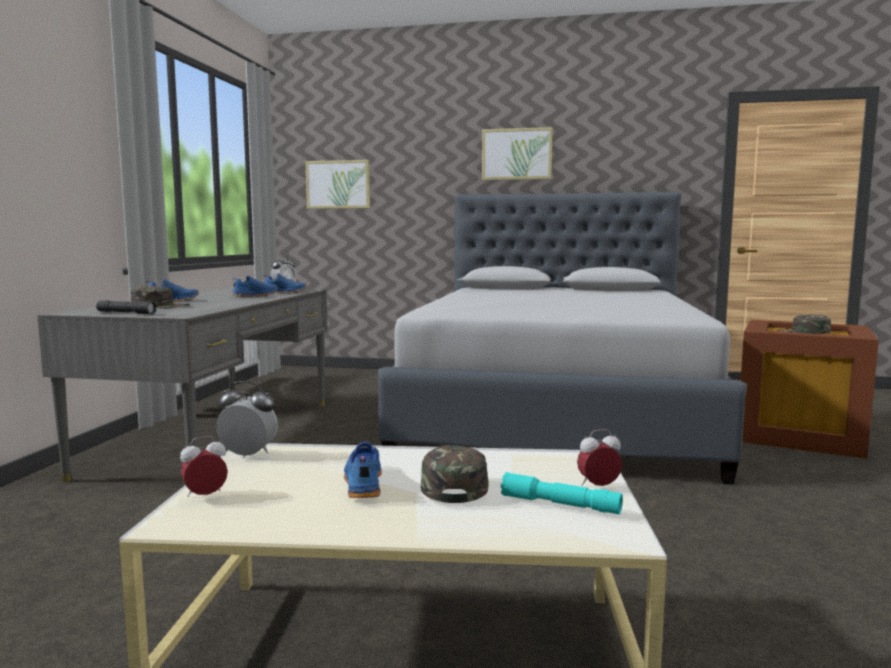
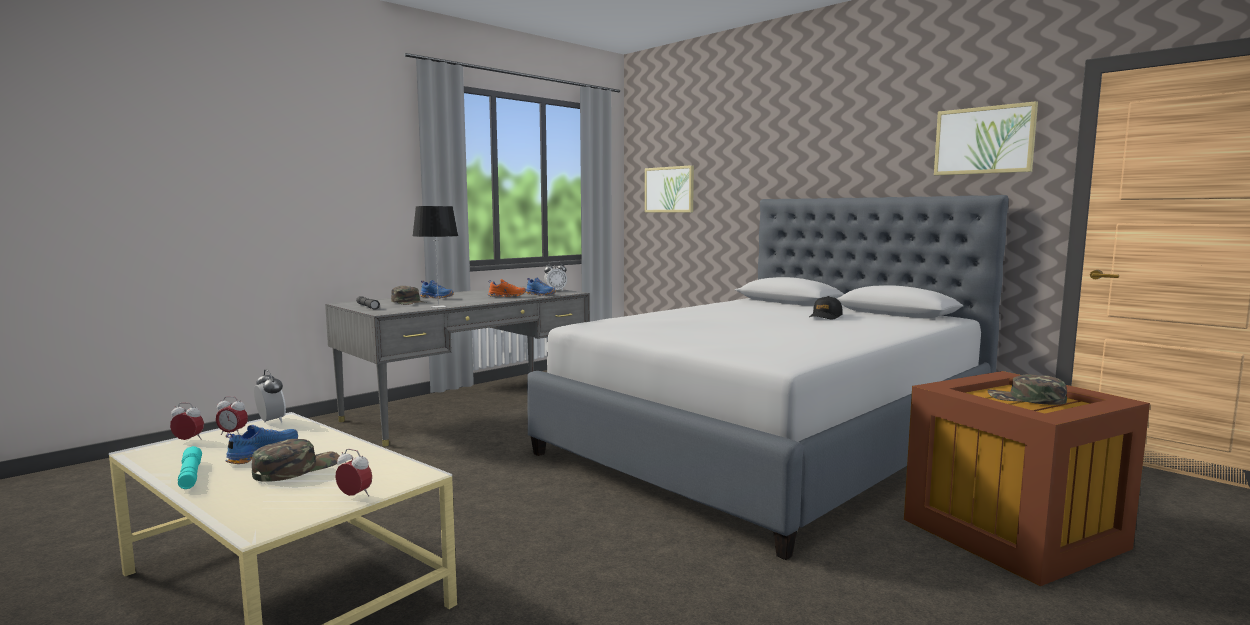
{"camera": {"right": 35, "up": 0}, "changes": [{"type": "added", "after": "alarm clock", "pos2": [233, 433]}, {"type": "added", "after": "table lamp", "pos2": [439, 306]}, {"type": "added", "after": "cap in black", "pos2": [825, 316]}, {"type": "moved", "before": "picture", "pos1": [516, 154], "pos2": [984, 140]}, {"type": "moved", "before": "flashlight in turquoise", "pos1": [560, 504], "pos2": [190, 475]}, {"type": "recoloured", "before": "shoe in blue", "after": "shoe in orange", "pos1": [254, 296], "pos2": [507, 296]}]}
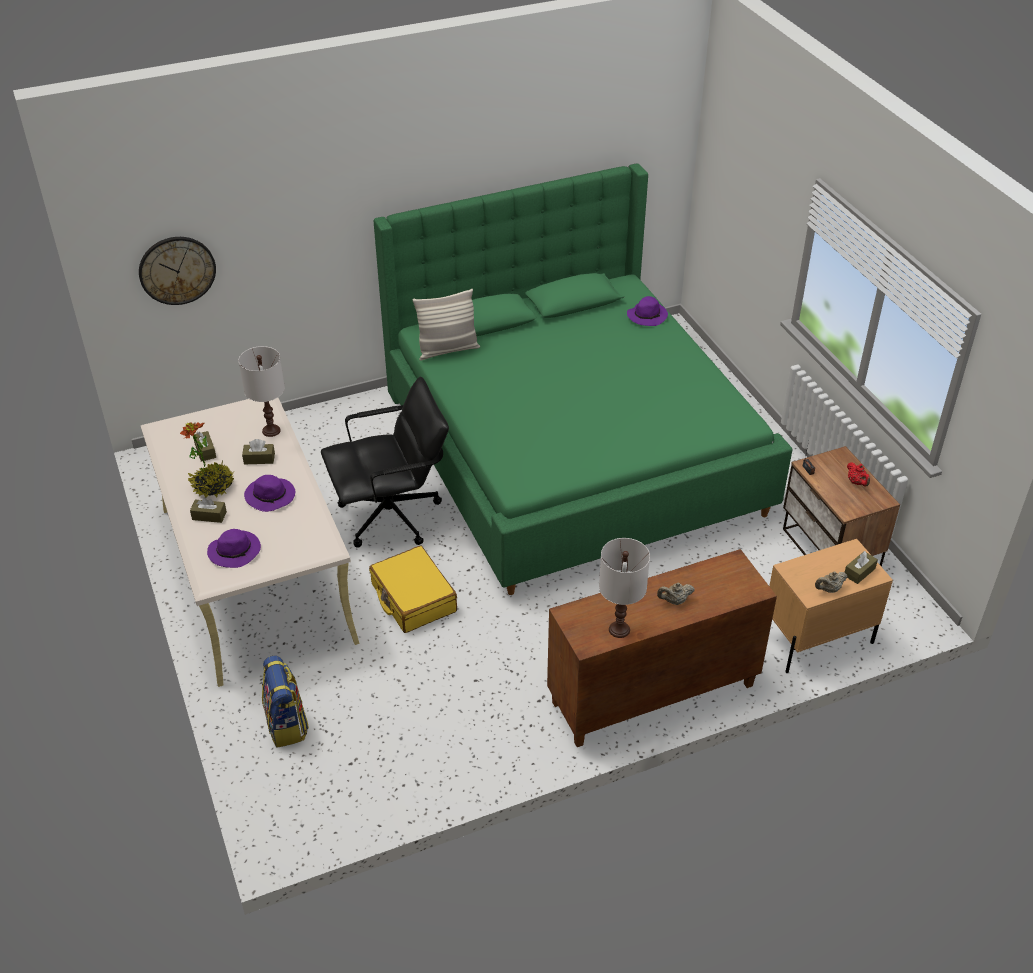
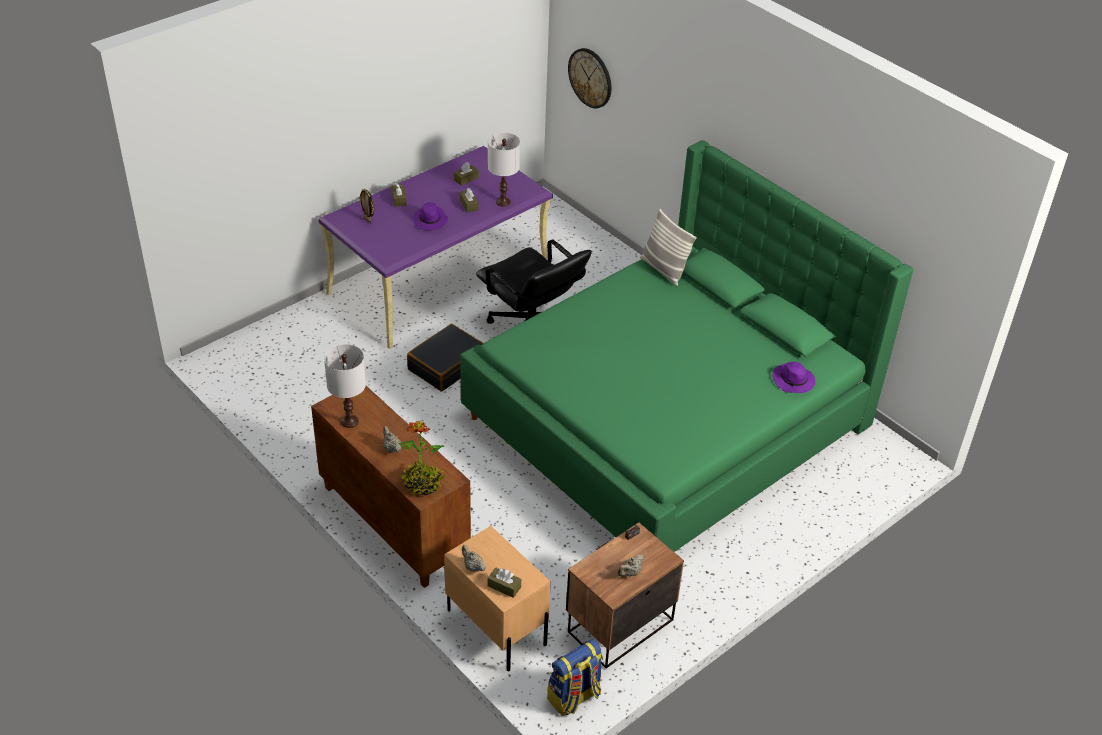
{"camera": {"right": 70, "up": 0}, "changes": [{"type": "moved", "before": "potted plant", "pos1": [213, 486], "pos2": [422, 484]}, {"type": "moved", "before": "backpack", "pos1": [287, 724], "pos2": [574, 697]}, {"type": "replaced", "before": "hat in purple", "after": "picture frame", "pos1": [235, 551], "pos2": [368, 220]}, {"type": "recoloured", "before": "desk in beige", "after": "desk in purple", "pos1": [255, 573], "pos2": [440, 279]}, {"type": "recoloured", "before": "suitcase in yellow", "after": "suitcase in black", "pos1": [413, 598], "pos2": [446, 365]}, {"type": "recoloured", "before": "teapot in red", "after": "teapot in beige", "pos1": [856, 482], "pos2": [630, 573]}]}
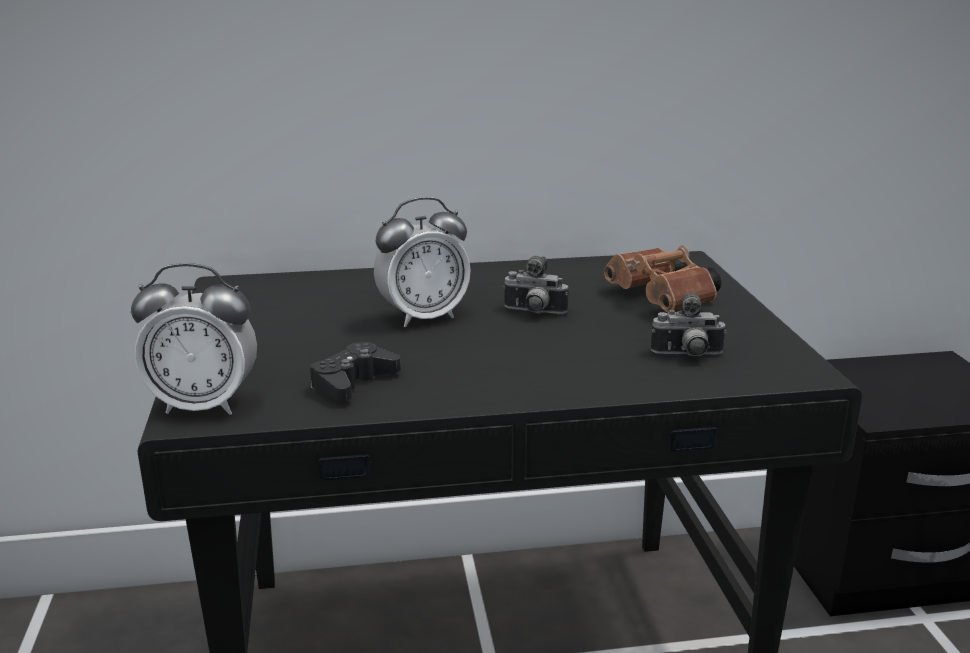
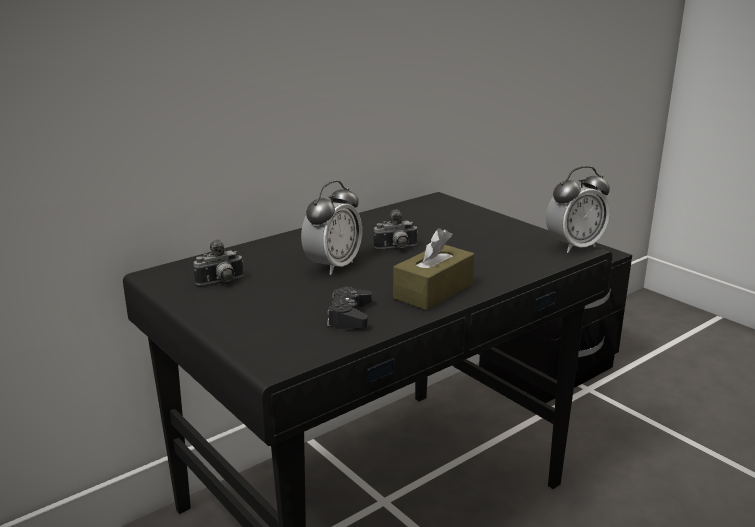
{"camera": {"right": -30, "up": 0}, "changes": [{"type": "removed", "before": "binoculars in brown", "pos1": [664, 301]}, {"type": "added", "after": "tissue box in brown", "pos2": [433, 291]}, {"type": "moved", "before": "alarm clock", "pos1": [204, 405], "pos2": [574, 246]}, {"type": "moved", "before": "photo camera", "pos1": [687, 356], "pos2": [221, 282]}]}
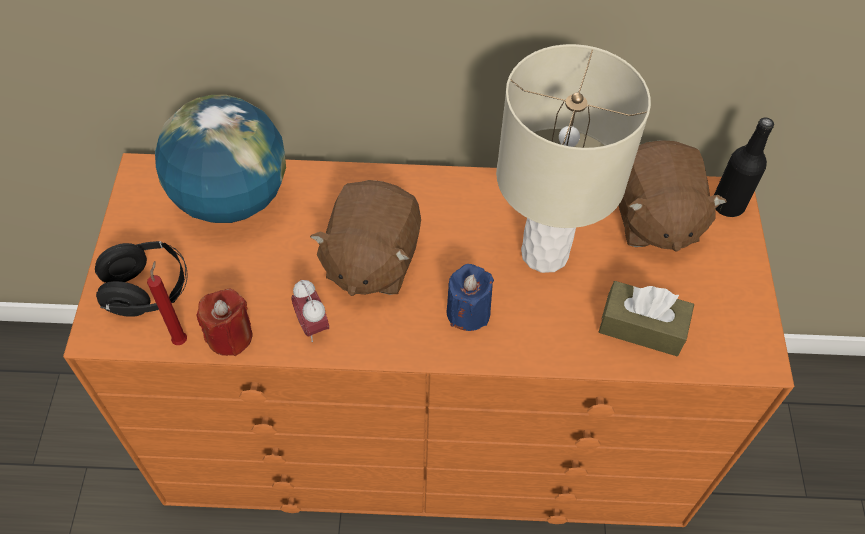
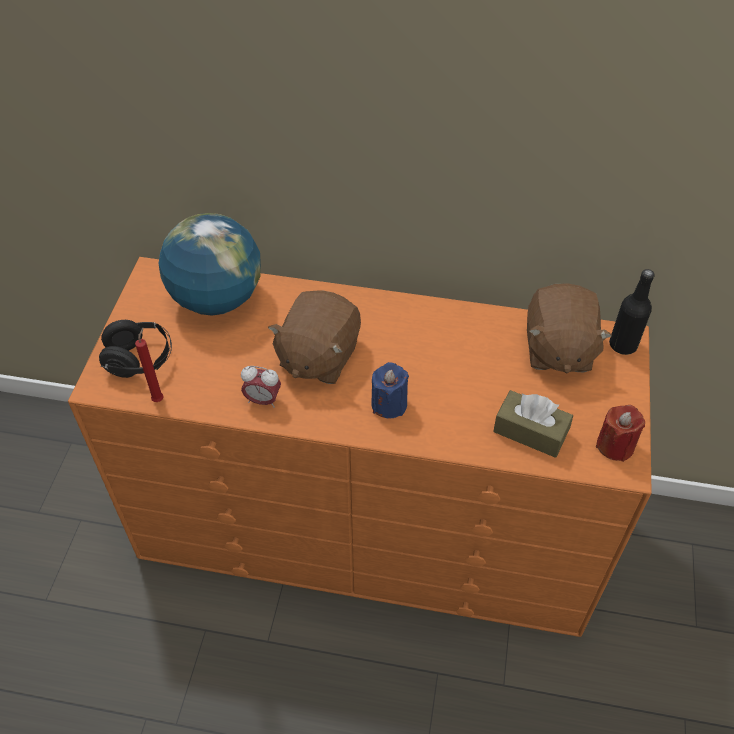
{"camera": {"right": 10, "up": -5}, "changes": [{"type": "removed", "before": "table lamp in beige", "pos1": [544, 252]}, {"type": "moved", "before": "candle in red", "pos1": [230, 336], "pos2": [615, 445]}, {"type": "turned", "before": "alarm clock", "pos1": [312, 326], "pos2": [263, 400], "turn": -60}]}
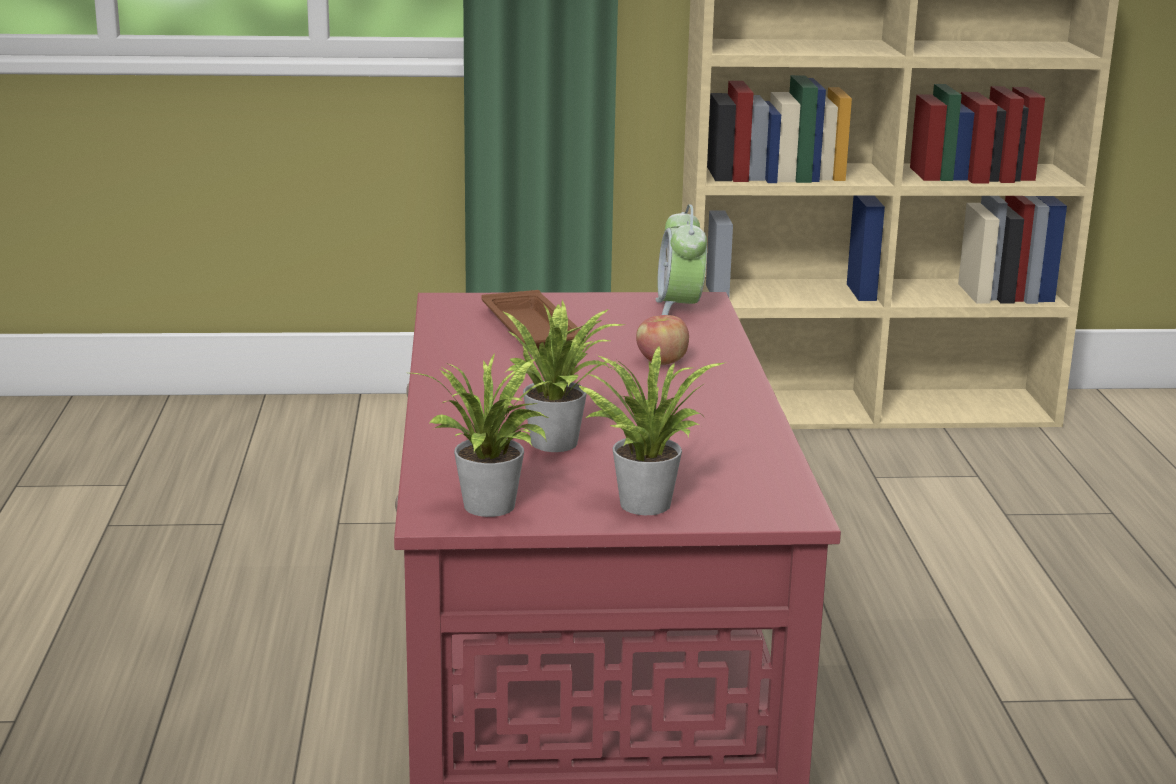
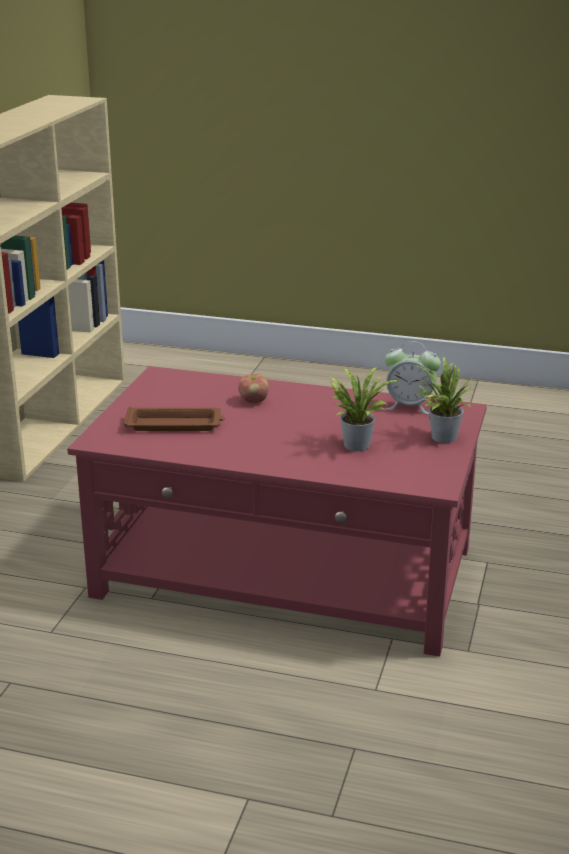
{"camera": {"right": -70, "up": 5}, "changes": [{"type": "removed", "before": "potted plant", "pos1": [490, 509]}, {"type": "moved", "before": "alarm clock", "pos1": [680, 309], "pos2": [410, 406]}]}
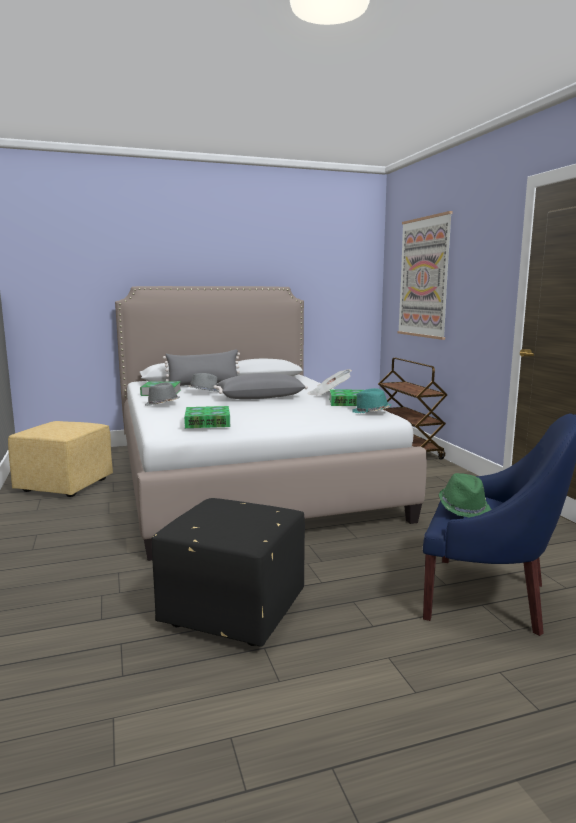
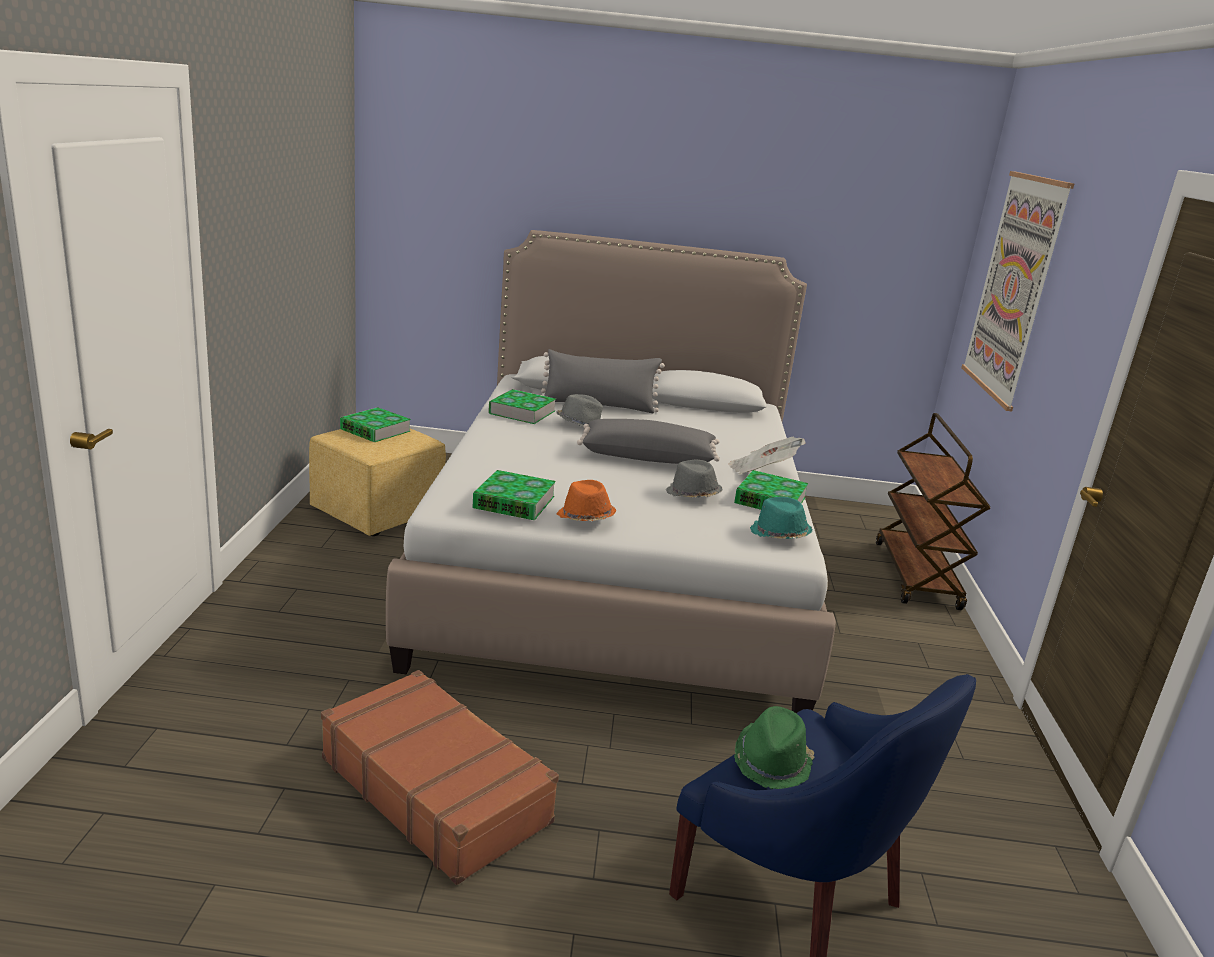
{"camera": {"right": 20, "up": 10}, "changes": [{"type": "added", "after": "book", "pos2": [375, 430]}, {"type": "added", "after": "hat in orange", "pos2": [585, 518]}, {"type": "moved", "before": "hat in grey", "pos1": [162, 405], "pos2": [692, 495]}, {"type": "replaced", "before": "ottoman in black", "after": "suitcase in brown", "pos1": [232, 612], "pos2": [436, 789]}]}
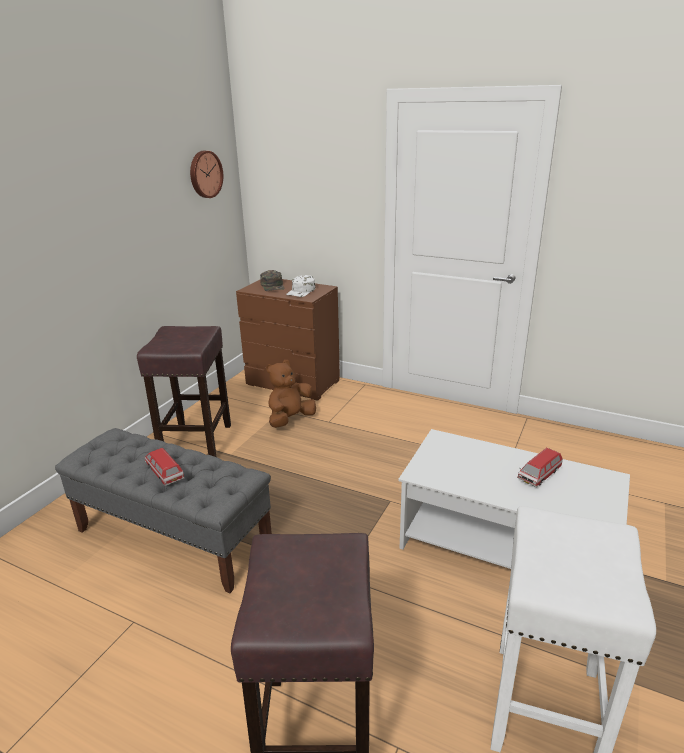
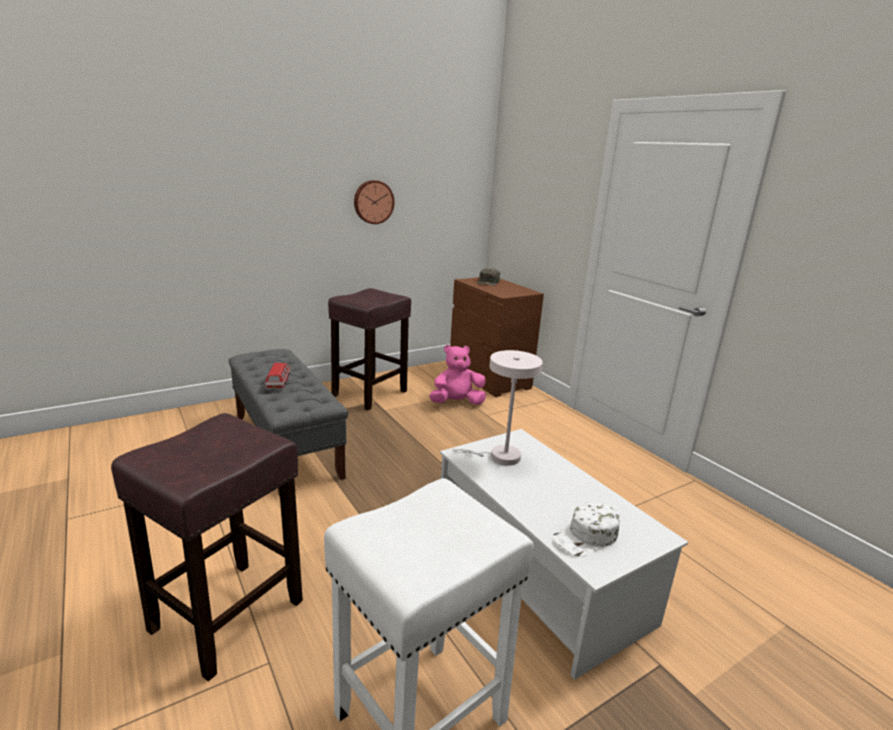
{"camera": {"right": 30, "up": -5}, "changes": [{"type": "removed", "before": "toy car", "pos1": [539, 475]}, {"type": "added", "after": "table lamp in white", "pos2": [499, 457]}, {"type": "moved", "before": "wall clock", "pos1": [205, 174], "pos2": [373, 202]}, {"type": "moved", "before": "cap in white", "pos1": [301, 291], "pos2": [586, 536]}, {"type": "recoloured", "before": "plush toy in brown", "after": "plush toy in pink", "pos1": [290, 419], "pos2": [456, 403]}]}
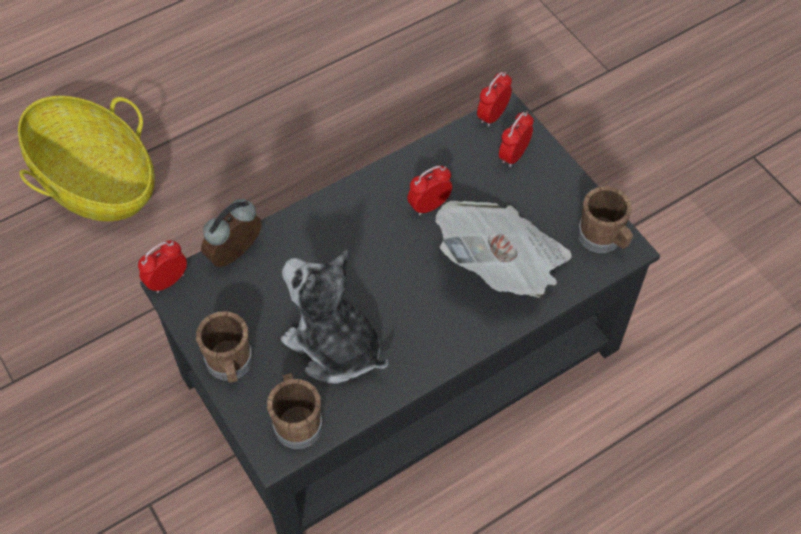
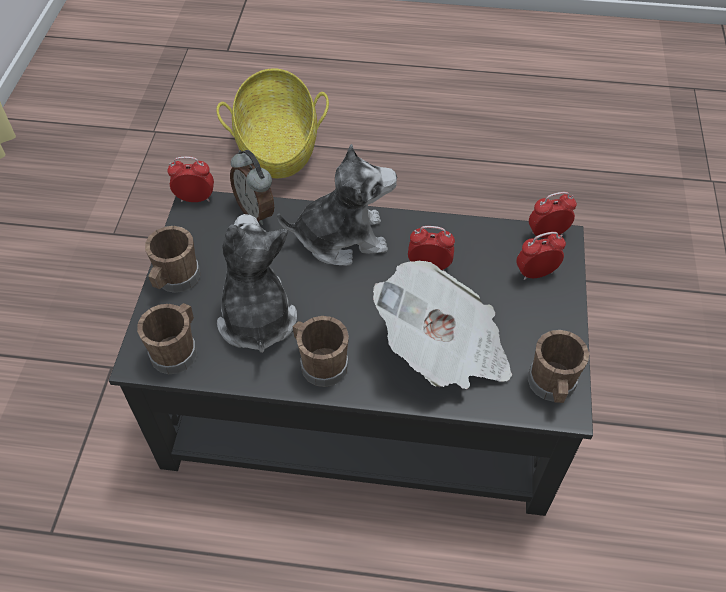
{"camera": {"right": 40, "up": -5}, "changes": [{"type": "added", "after": "plush toy", "pos2": [342, 238]}, {"type": "added", "after": "mug in brown", "pos2": [320, 363]}, {"type": "turned", "before": "alarm clock", "pos1": [237, 255], "pos2": [256, 211], "turn": -120}]}
